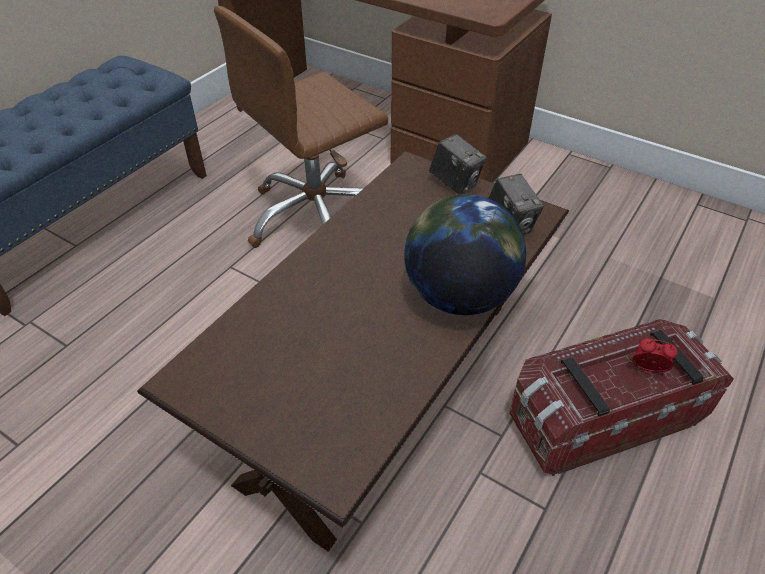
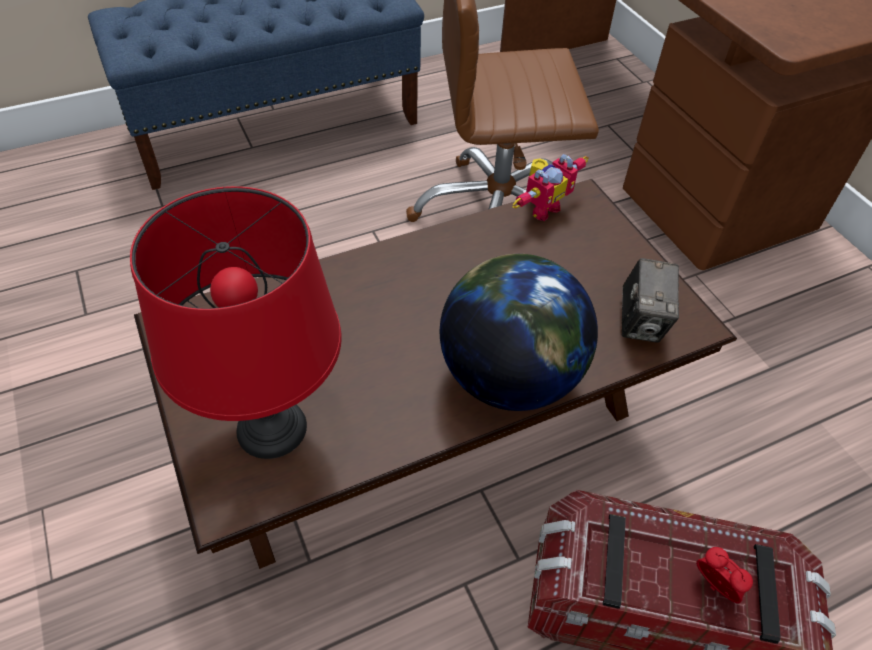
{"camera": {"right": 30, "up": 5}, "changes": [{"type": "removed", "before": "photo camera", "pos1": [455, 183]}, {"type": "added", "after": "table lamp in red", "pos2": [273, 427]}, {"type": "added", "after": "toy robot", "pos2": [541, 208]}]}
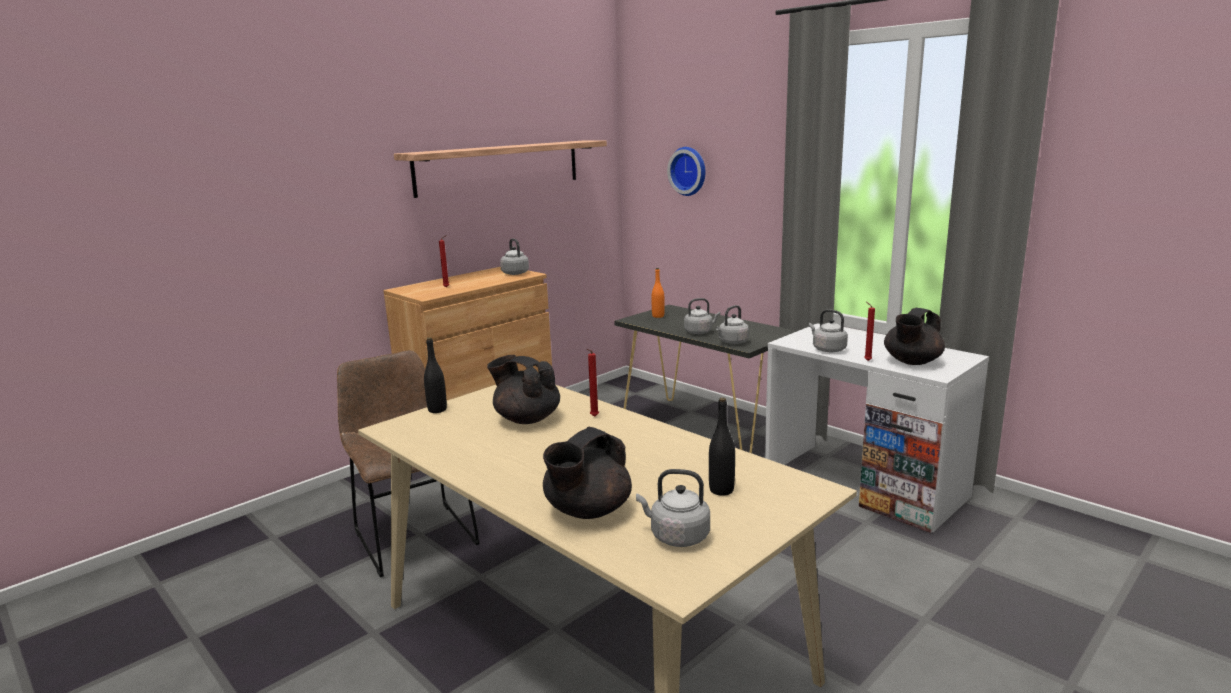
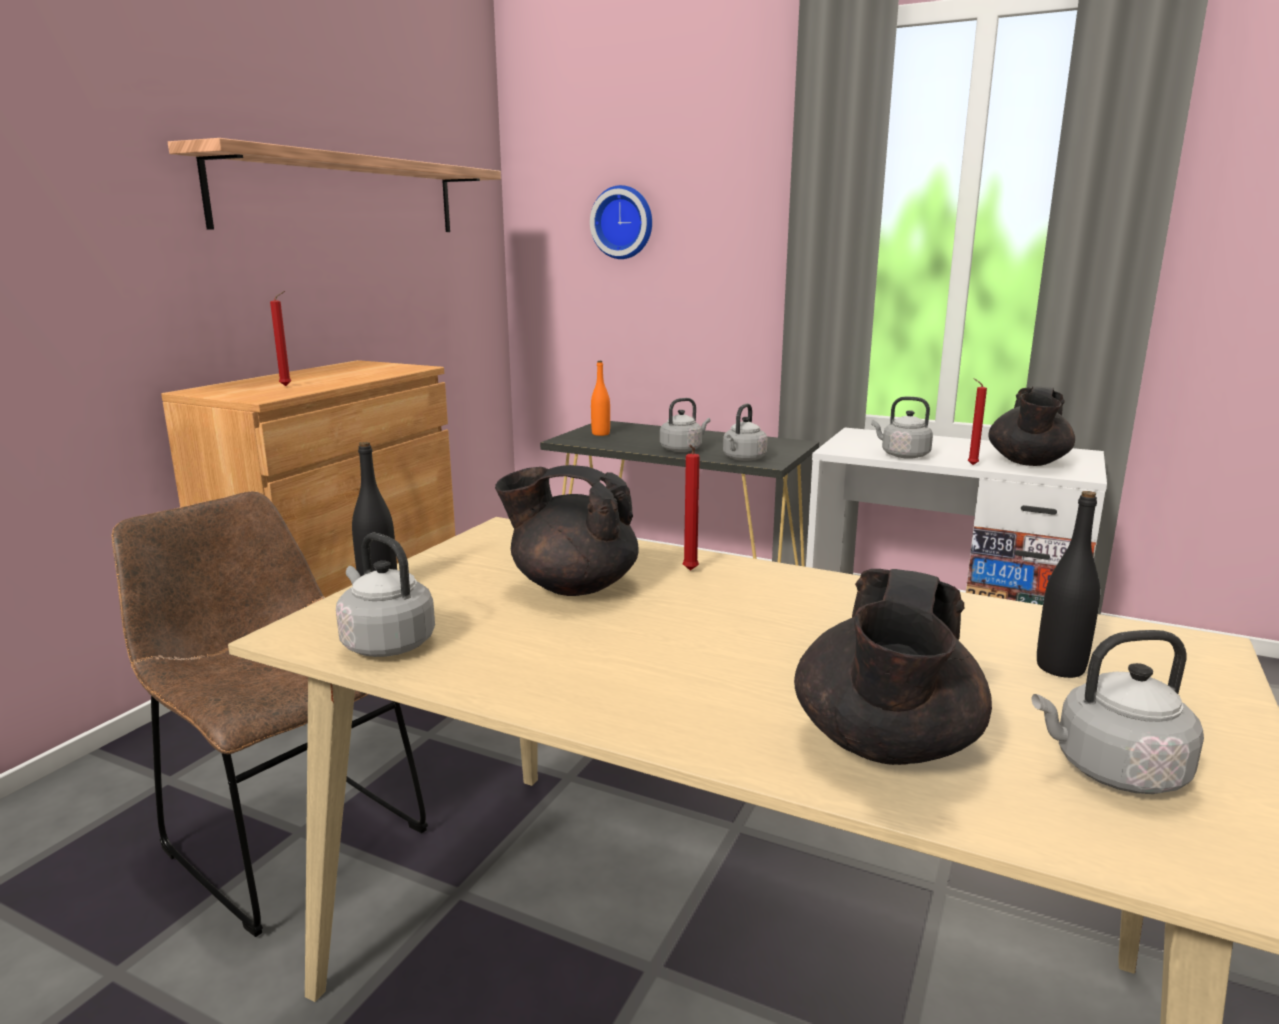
{"camera": {"right": -20, "up": 0}, "changes": [{"type": "moved", "before": "kettle in grey", "pos1": [514, 273], "pos2": [385, 643]}]}
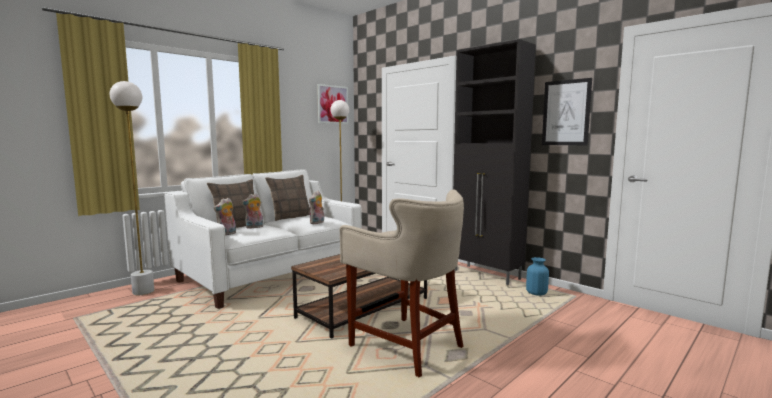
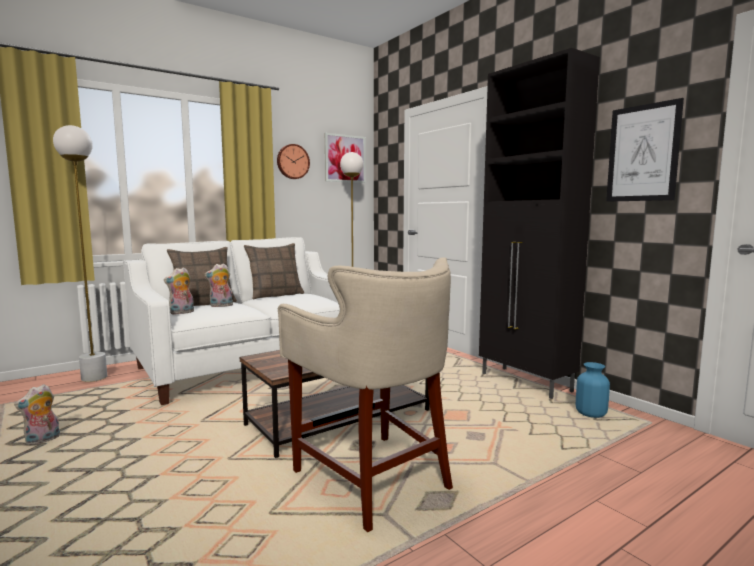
{"camera": {"right": 10, "up": 0}, "changes": [{"type": "added", "after": "wall clock", "pos2": [292, 161]}, {"type": "moved", "before": "plush toy", "pos1": [317, 223], "pos2": [42, 441]}]}
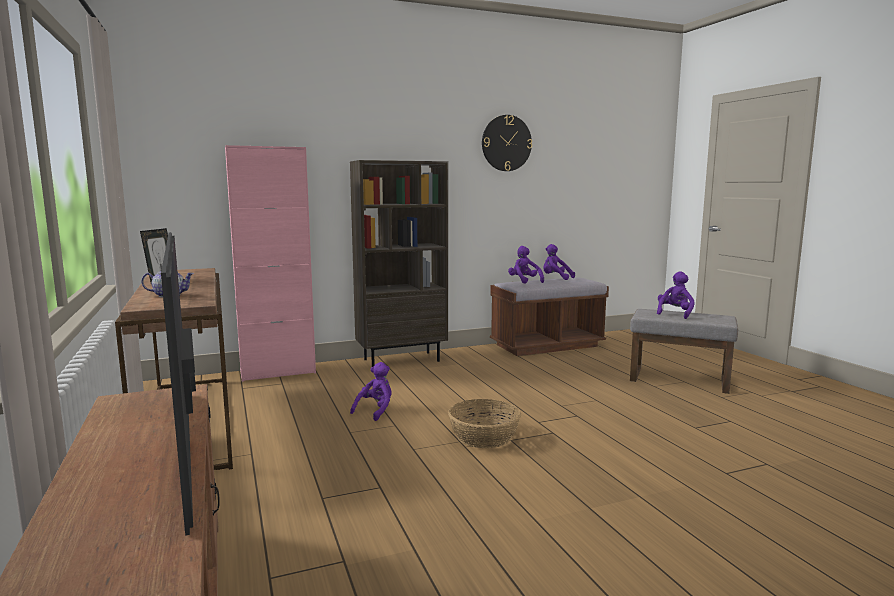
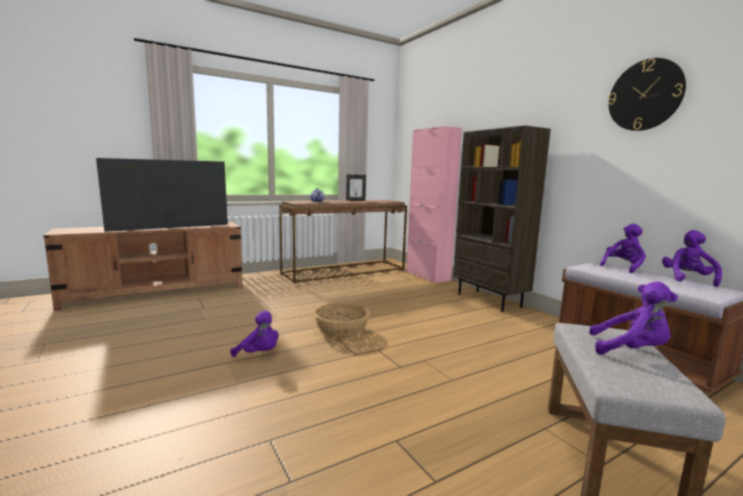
{"camera": {"right": 80, "up": 0}, "changes": [{"type": "moved", "before": "plush toy in purple", "pos1": [375, 410], "pos2": [259, 354]}]}
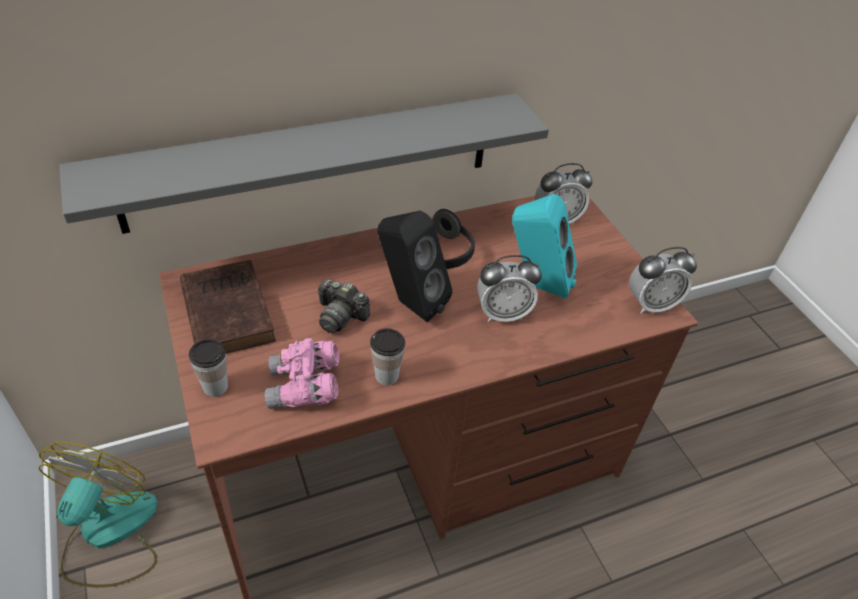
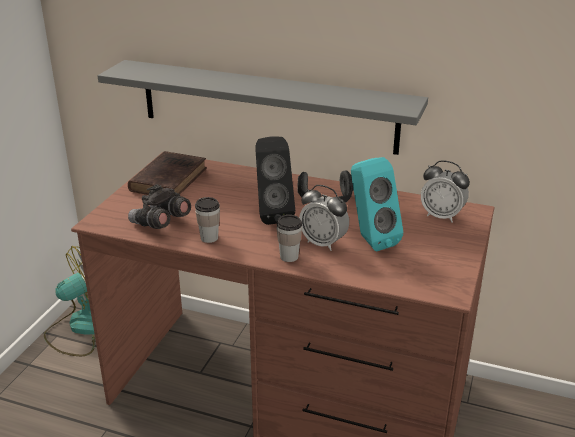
{"camera": {"right": 45, "up": -15}, "changes": [{"type": "removed", "before": "photo camera", "pos1": [340, 316]}, {"type": "removed", "before": "alarm clock", "pos1": [651, 305]}, {"type": "moved", "before": "cup", "pos1": [215, 387], "pos2": [289, 257]}, {"type": "recoloured", "before": "binoculars in pink", "after": "binoculars in grey", "pos1": [304, 388], "pos2": [160, 223]}]}
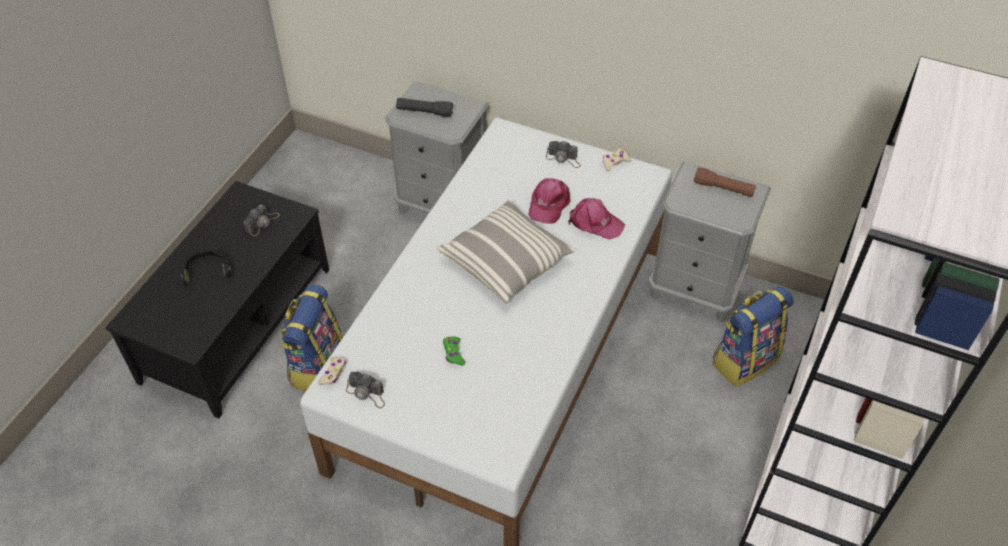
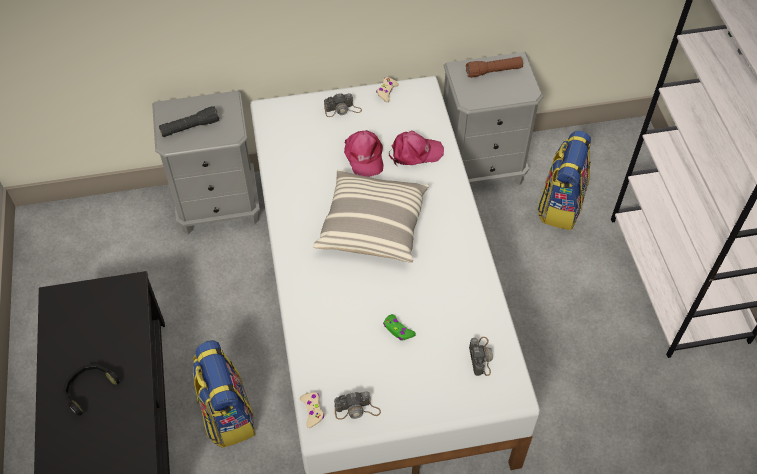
{"camera": {"right": -35, "up": 5}, "changes": [{"type": "moved", "before": "photo camera", "pos1": [262, 223], "pos2": [481, 356]}]}
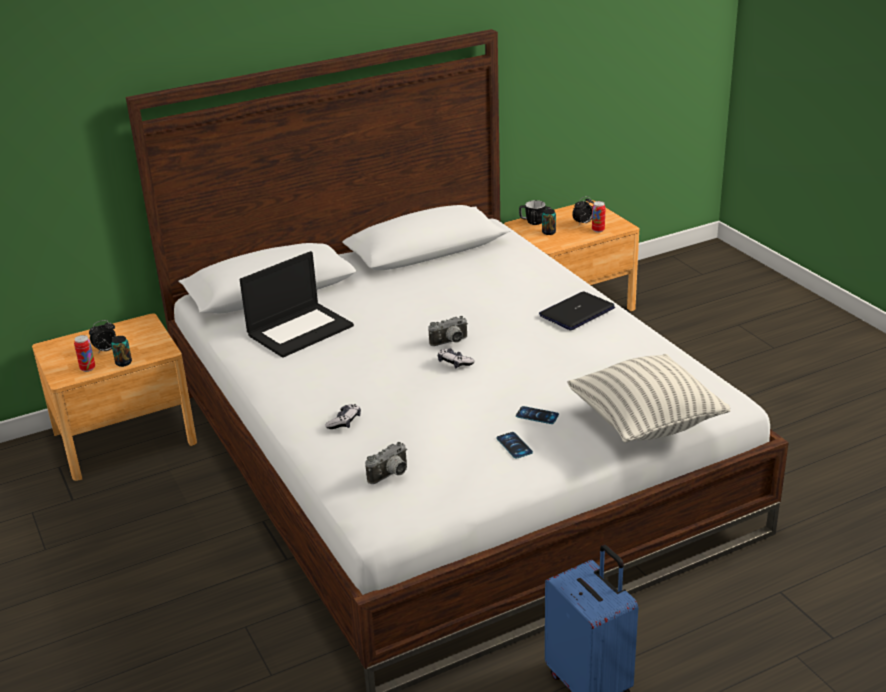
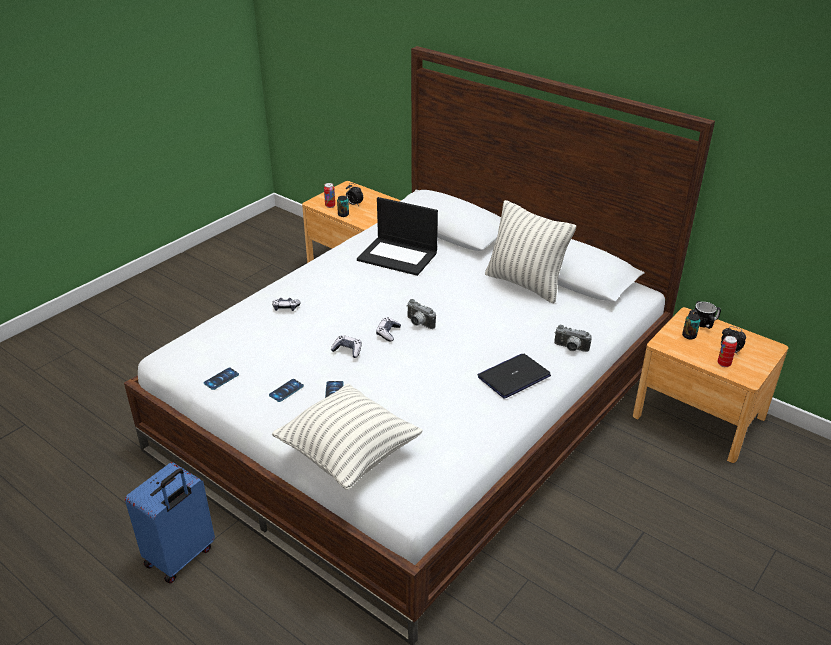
{"camera": {"right": 65, "up": 5}, "changes": [{"type": "added", "after": "phone", "pos2": [221, 379]}, {"type": "added", "after": "game controller", "pos2": [347, 350]}, {"type": "added", "after": "pillow", "pos2": [525, 284]}, {"type": "moved", "before": "photo camera", "pos1": [391, 475], "pos2": [570, 348]}, {"type": "turned", "before": "laptop", "pos1": [577, 312], "pos2": [514, 376], "turn": -60}]}
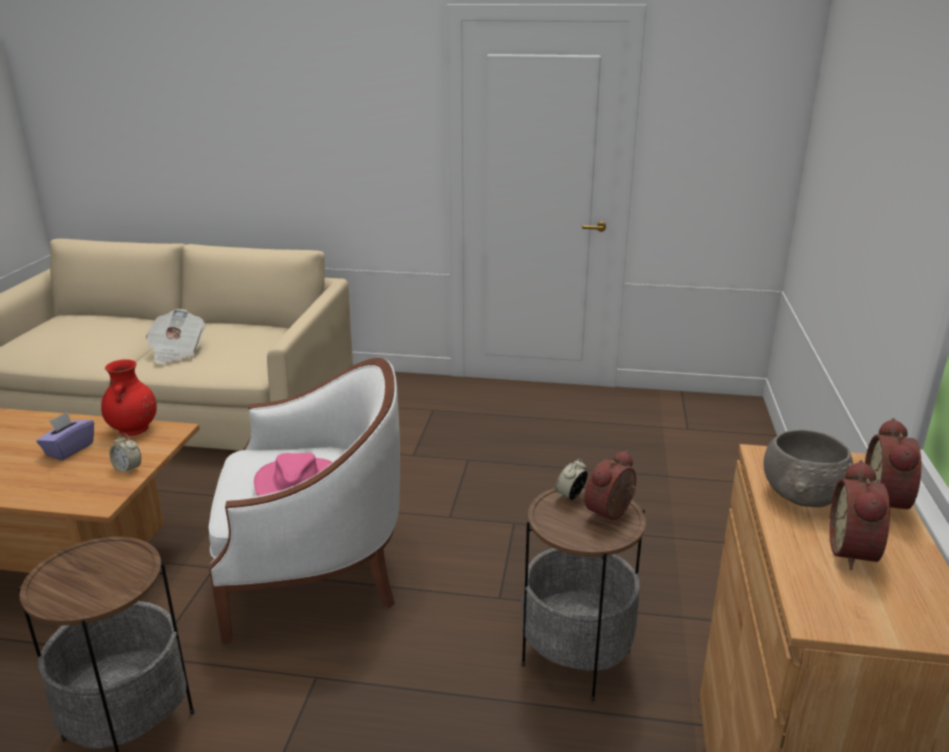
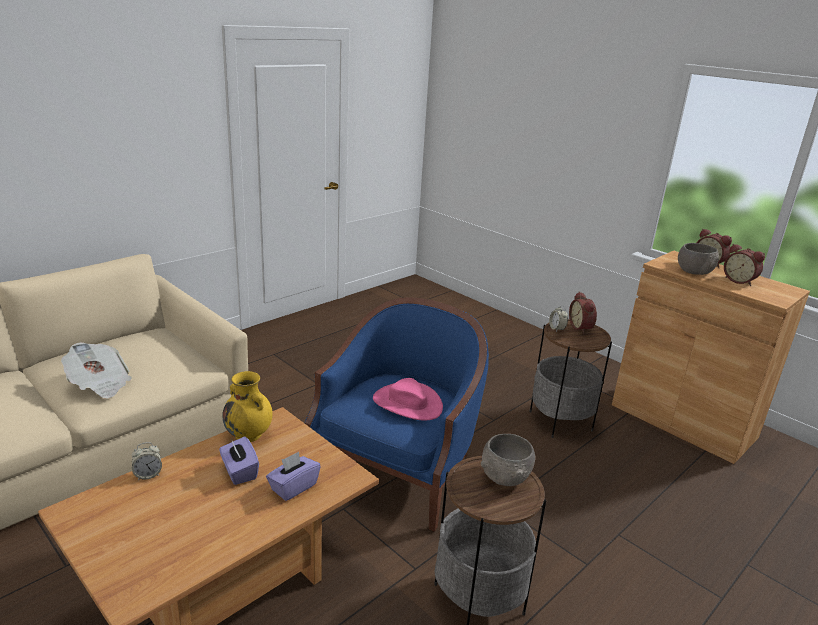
{"camera": {"right": -55, "up": 0}, "changes": [{"type": "added", "after": "tissue box in purple", "pos2": [293, 487]}, {"type": "added", "after": "bowl in grey", "pos2": [505, 476]}, {"type": "moved", "before": "alarm clock", "pos1": [128, 469], "pos2": [148, 475]}, {"type": "recoloured", "before": "vase in red", "after": "vase in yellow", "pos1": [133, 429], "pos2": [249, 435]}, {"type": "recoloured", "before": "armchair in white", "after": "armchair in blue", "pos1": [313, 571], "pos2": [398, 469]}]}
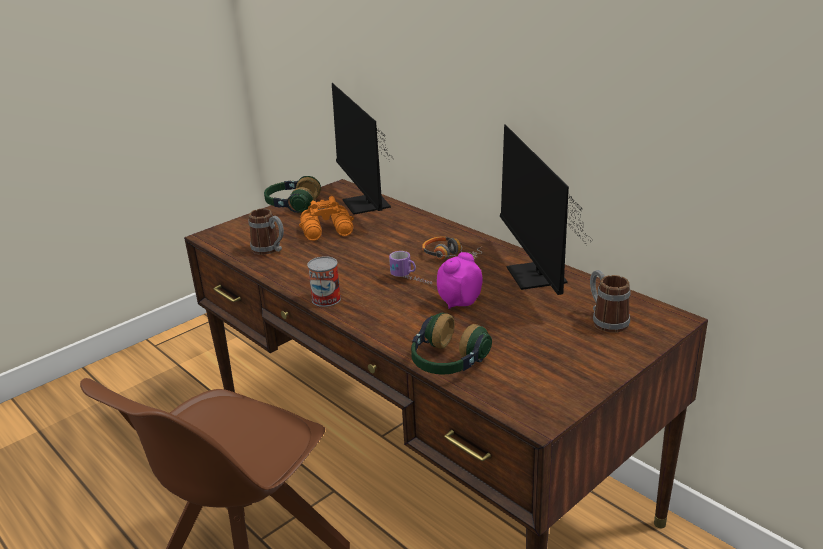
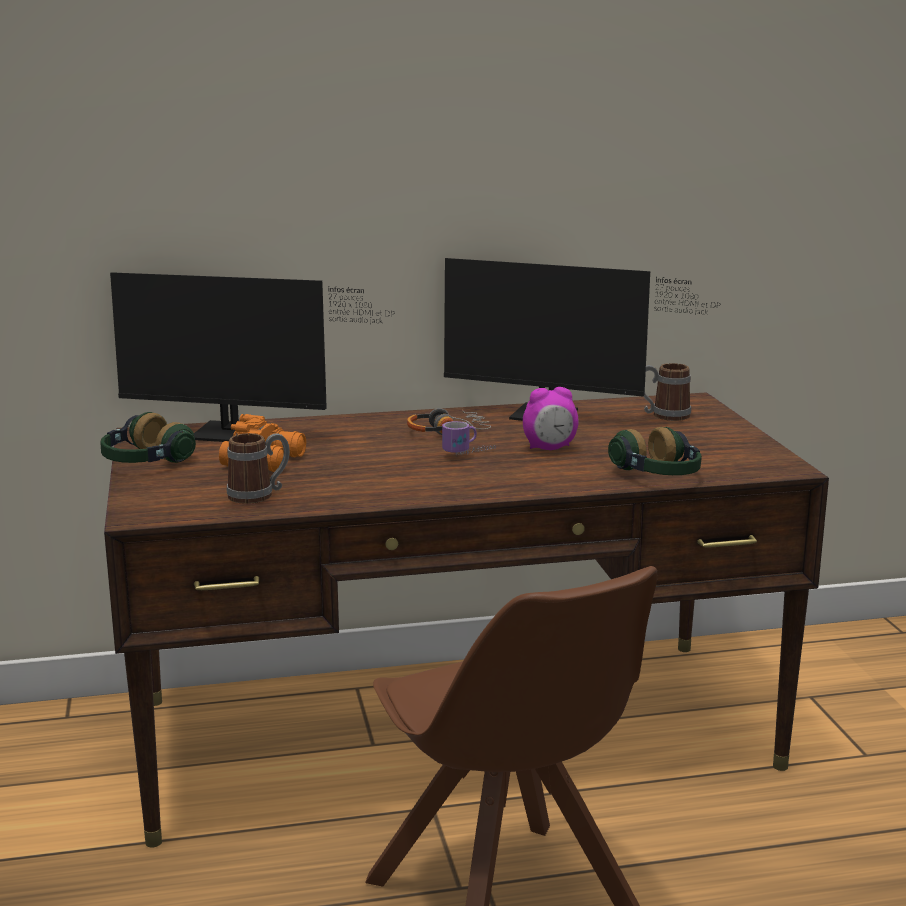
{"camera": {"right": -60, "up": -10}, "changes": [{"type": "removed", "before": "can", "pos1": [326, 299]}, {"type": "turned", "before": "alarm clock", "pos1": [459, 302], "pos2": [550, 448], "turn": -90}]}
